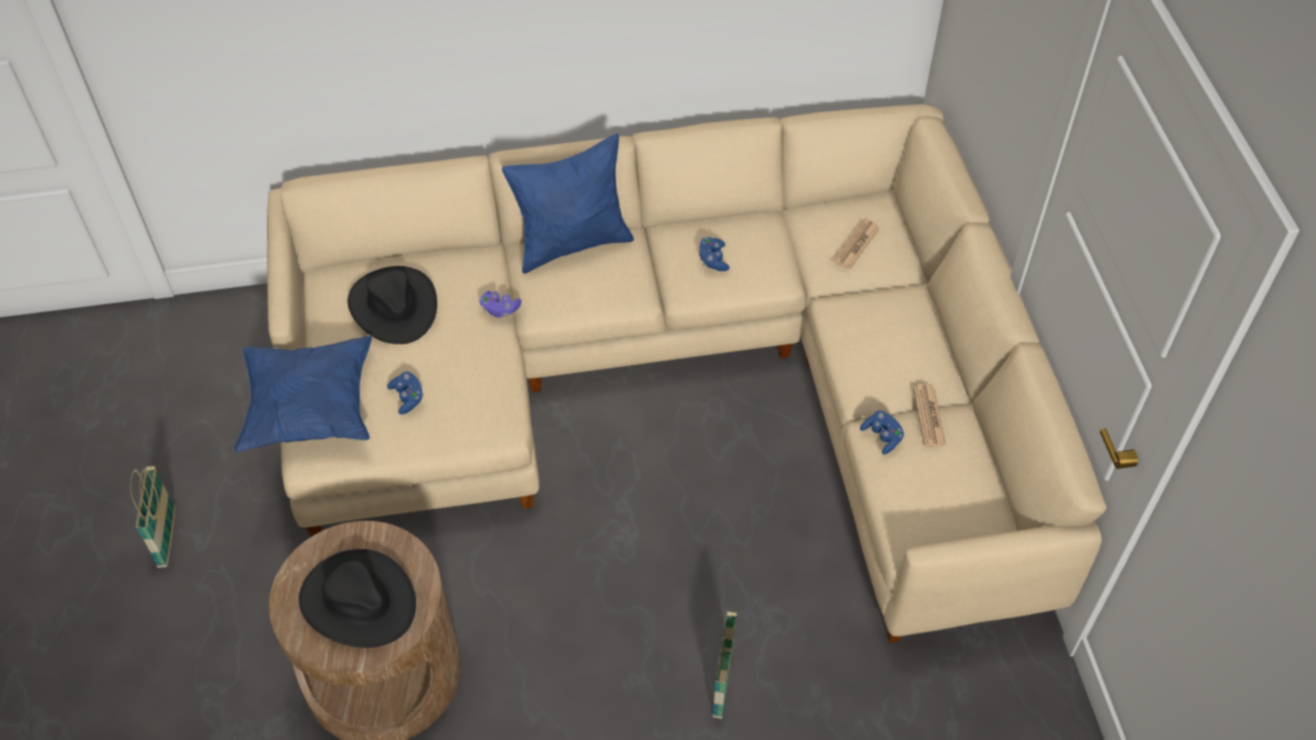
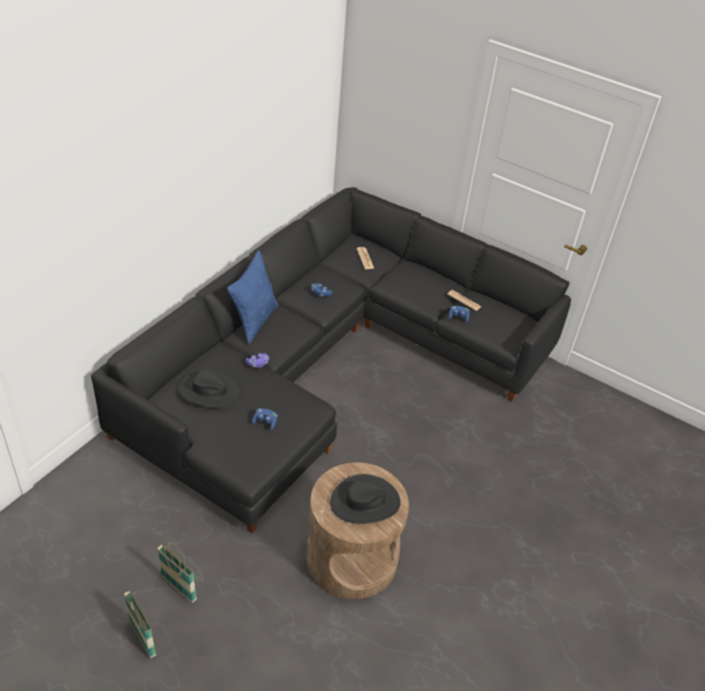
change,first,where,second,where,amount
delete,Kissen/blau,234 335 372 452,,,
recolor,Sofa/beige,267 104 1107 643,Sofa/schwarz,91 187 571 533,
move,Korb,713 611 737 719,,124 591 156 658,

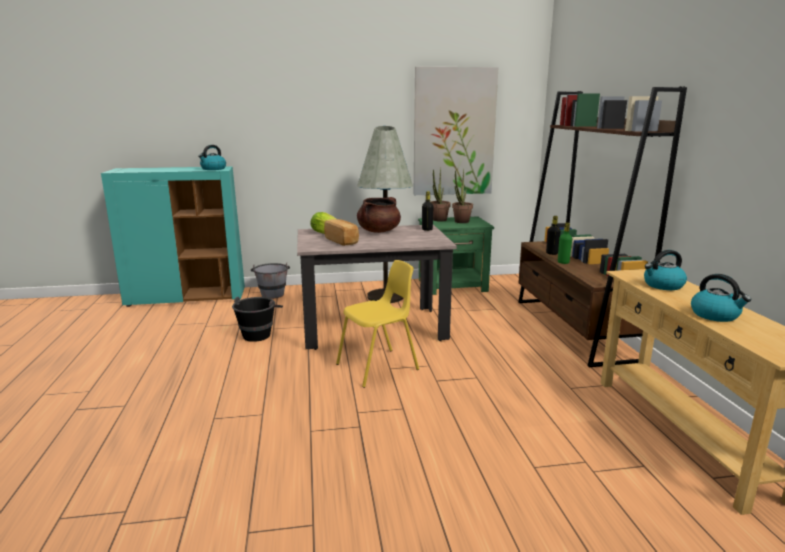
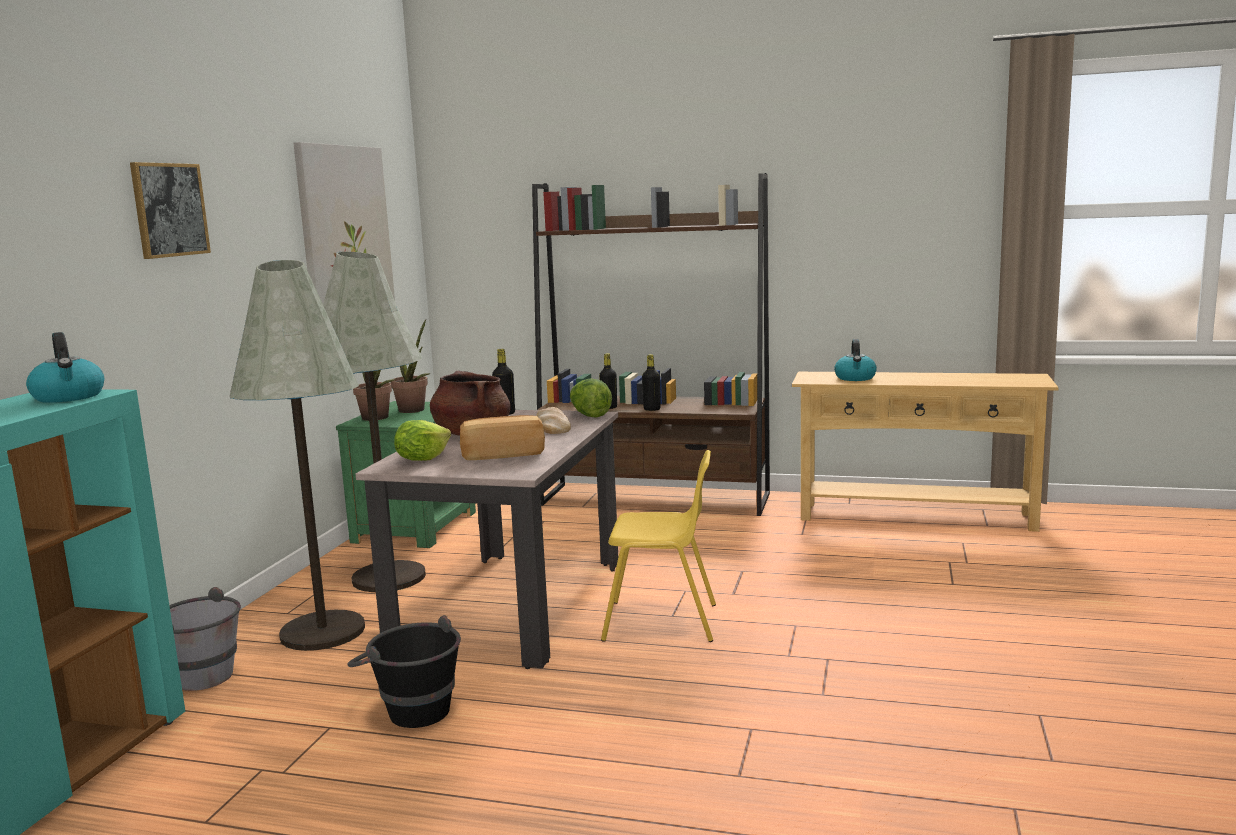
change,first,where,second,where,amount
rotate,Stuhl/gelb,336 260 419 388,,601 450 716 642,105 degrees clockwise
recolor,Flasche/grün,558 222 572 264,Flasche/schwarz,642 354 661 411,
delete,Wasserkessel,691 274 751 322,,,
insert,,,Bild,130 162 211 259,
insert,,,Stehlampe/grau,230 260 365 651,
insert,,,Brot,536 407 571 434,
insert,,,Salatkopf,570 378 612 418,

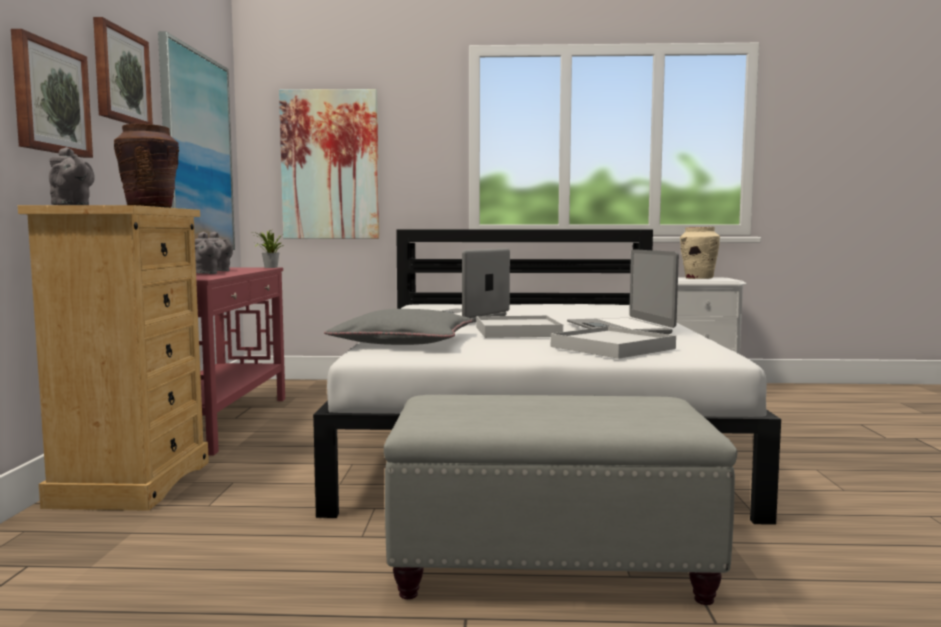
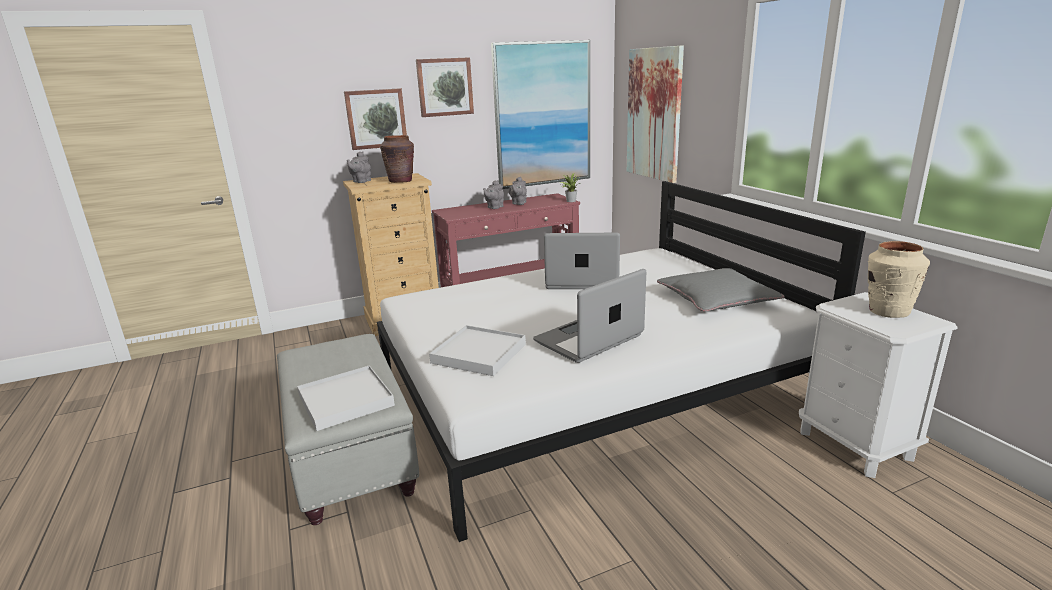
change,first,where,second,where,amount
move,Kissen/grau,324 309 473 345,,657 268 785 311,
move,Tablett/weiß,476 315 563 338,,297 365 395 431,

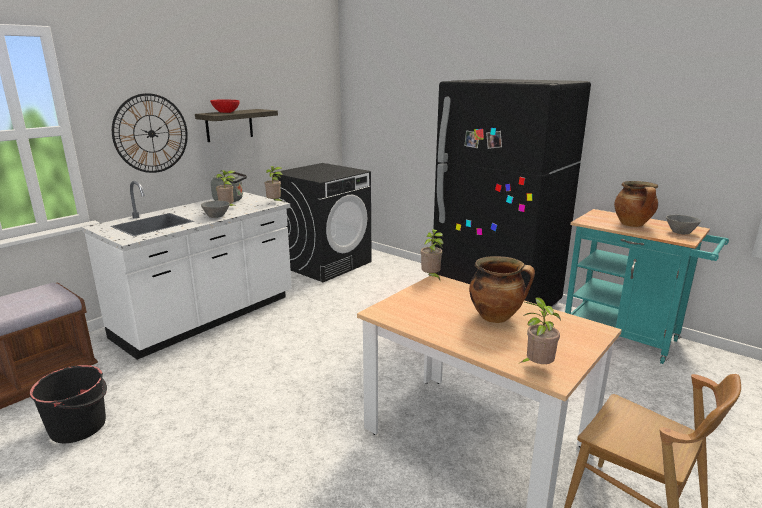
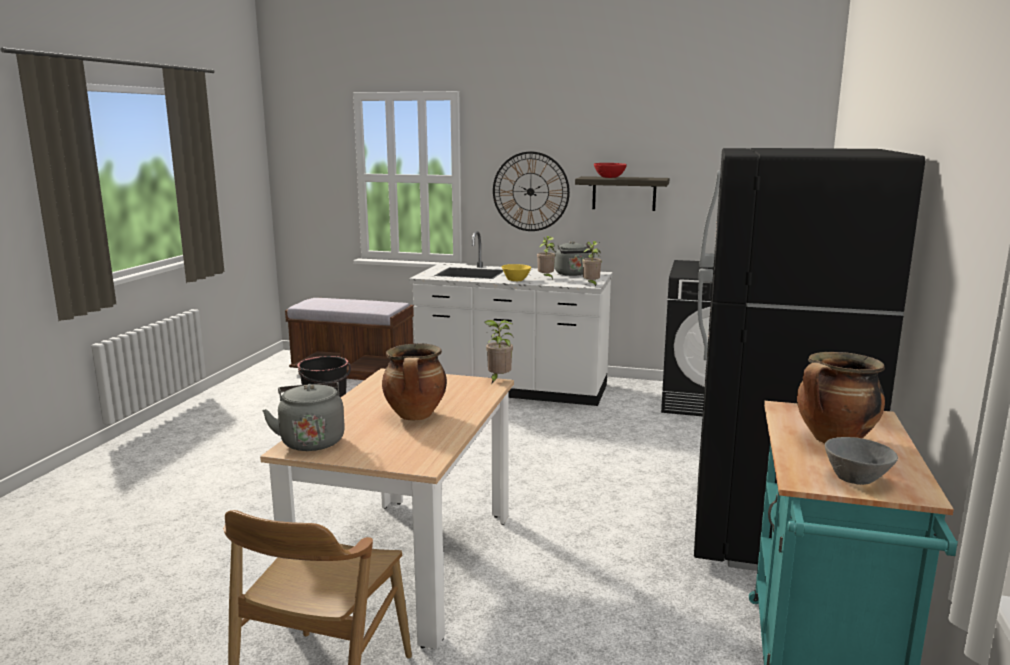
change,first,where,second,where,amount
recolor,Schüssel/grau,201 201 230 218,Schüssel/gelb,501 264 531 281,
replace,Topfpflanze,520 297 561 364,Wasserkessel/grau,262 382 345 451,

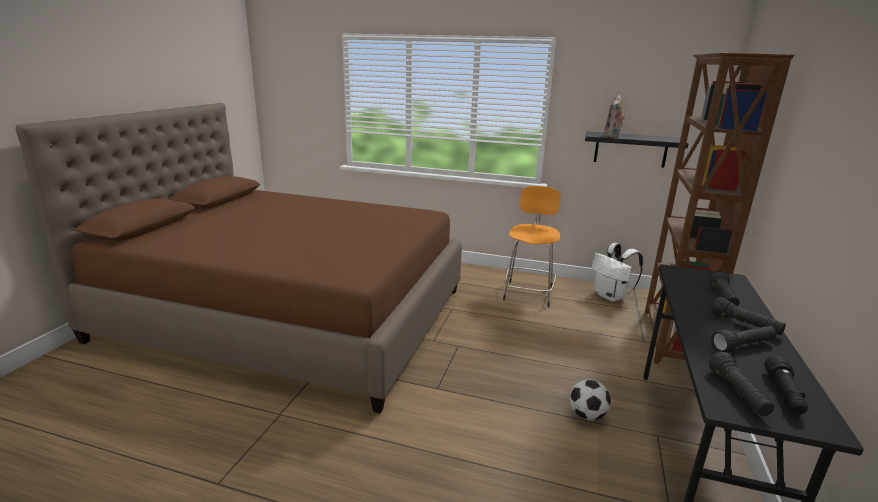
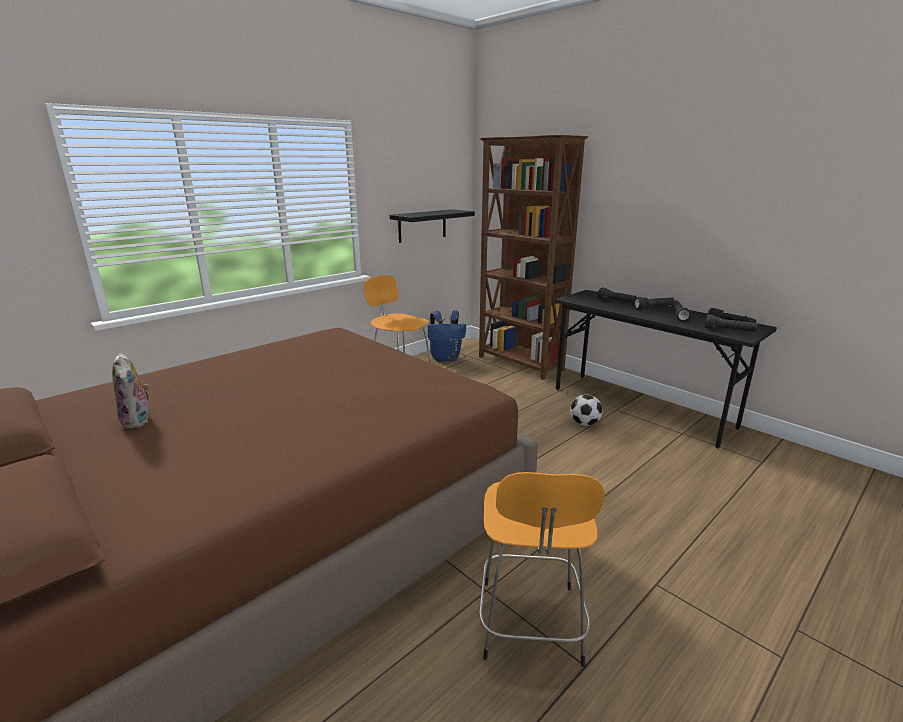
change,first,where,second,where,amount
recolor,Rucksack/weiß,592 243 643 302,Rucksack/blau,428 310 466 361,
move,Plüschtier,604 95 625 137,,112 353 150 429,
insert,,,Hocker/orange,479 472 605 667,

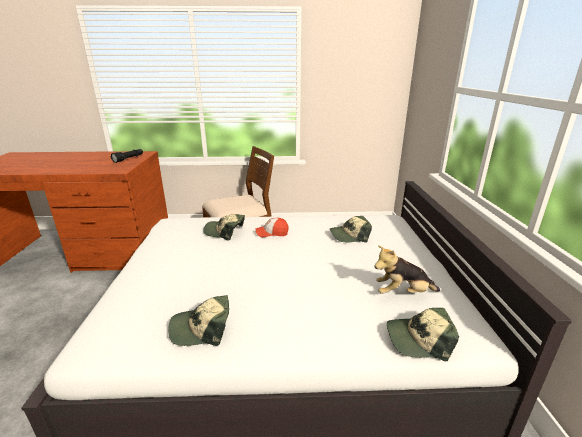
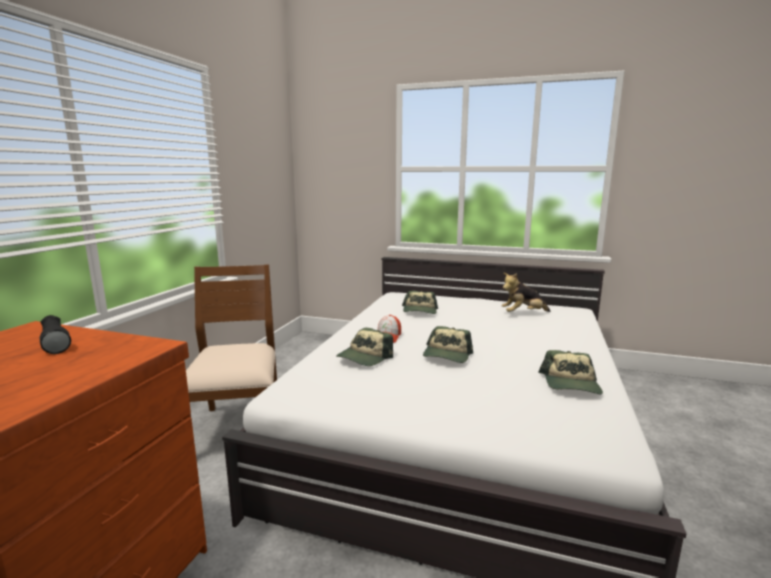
change,first,where,second,where,amount
rotate,Plüschtier,374 245 440 294,,502 273 550 312,60 degrees clockwise
move,Kappe,387 308 459 361,,423 326 473 363,

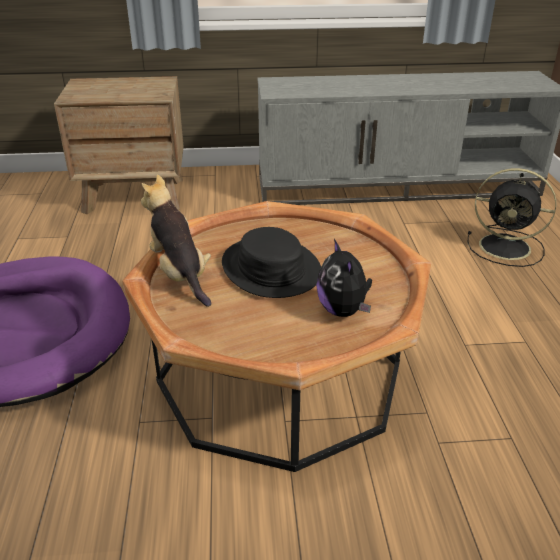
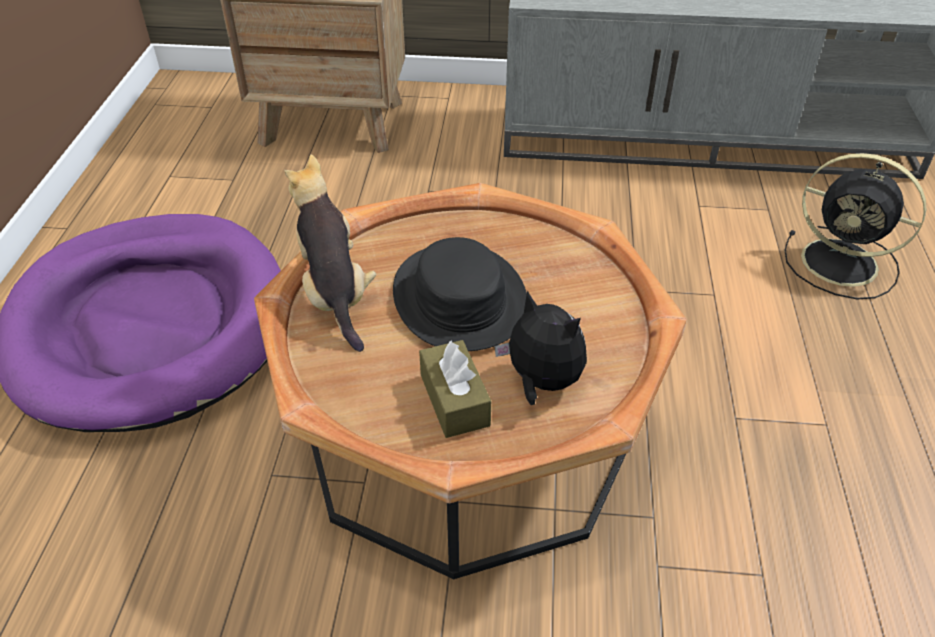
change,first,where,second,where,amount
rotate,Plüschtier,316 239 372 317,,494 290 587 405,135 degrees clockwise
insert,,,Taschentuchbox/braun,419 340 491 438,

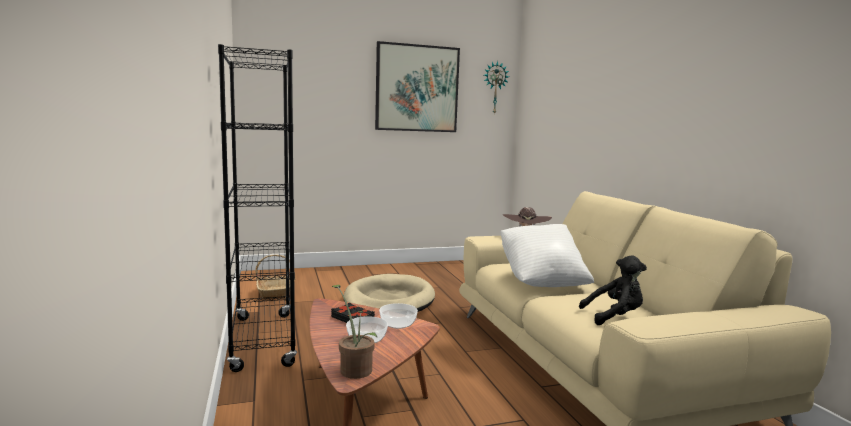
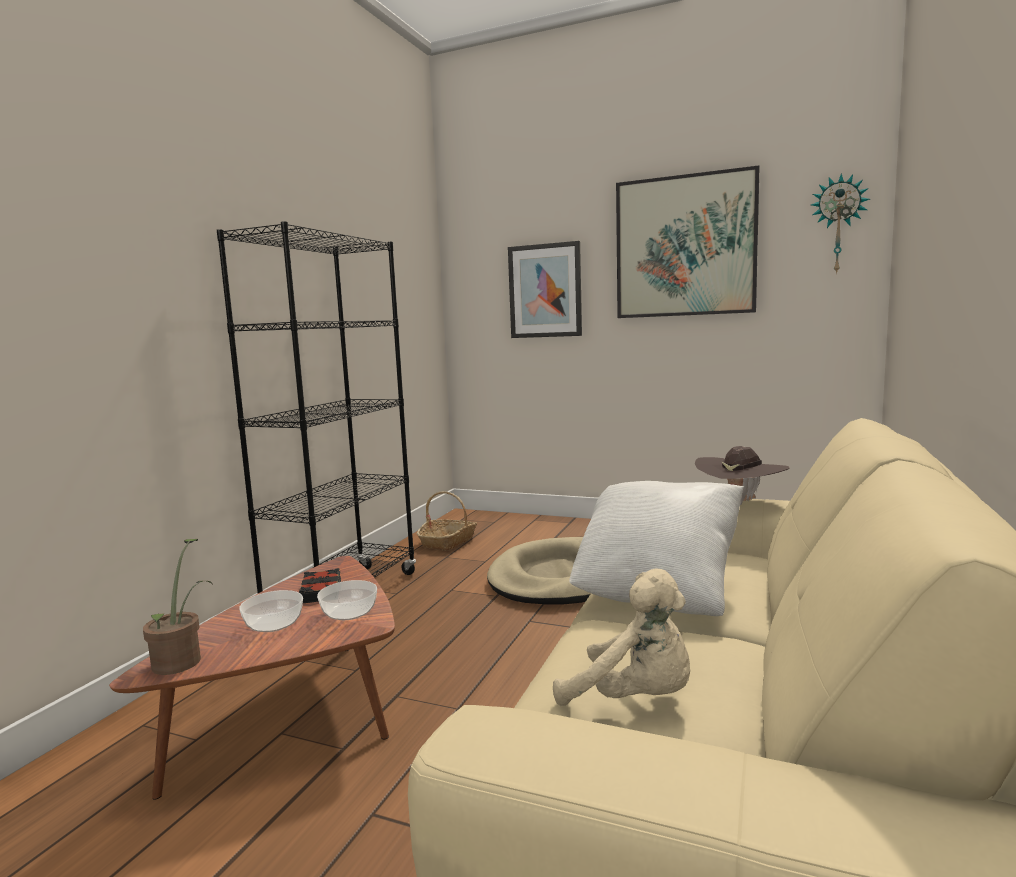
change,first,where,second,where,amount
recolor,Plüschtier/schwarz,579 255 647 325,Plüschtier/beige,553 568 690 706,
insert,,,Bild,508 241 582 338,

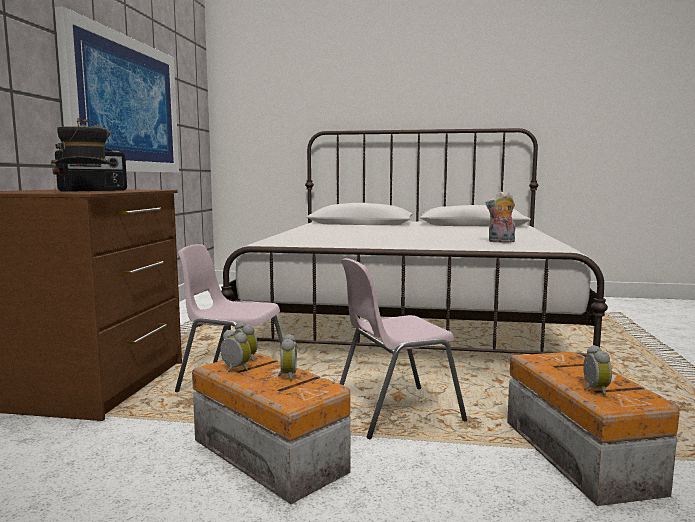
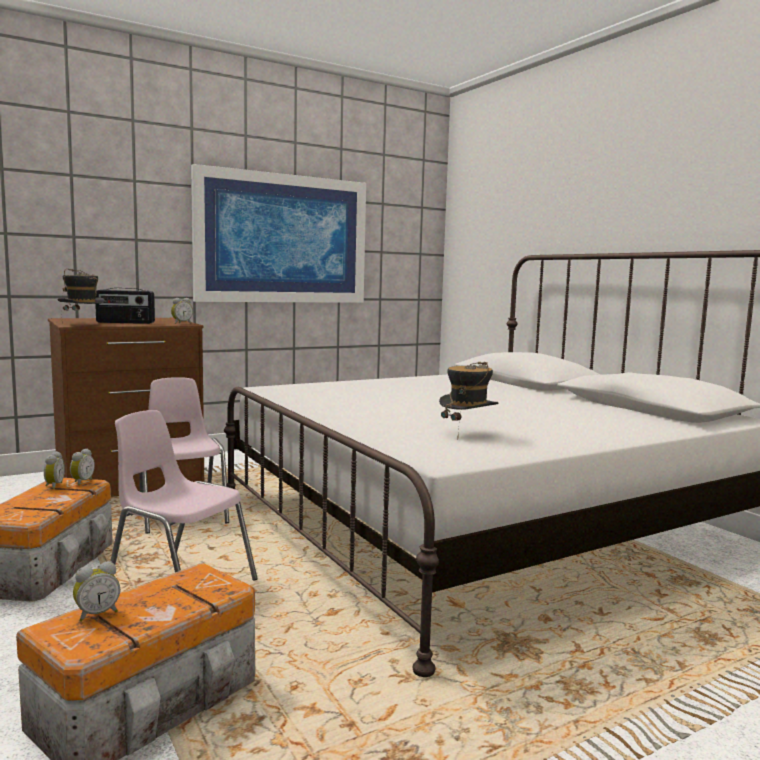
change,first,where,second,where,amount
move,Wecker,278 334 297 381,,171 298 193 324,
replace,Plüschtier,486 191 515 243,Hut,439 362 498 436,

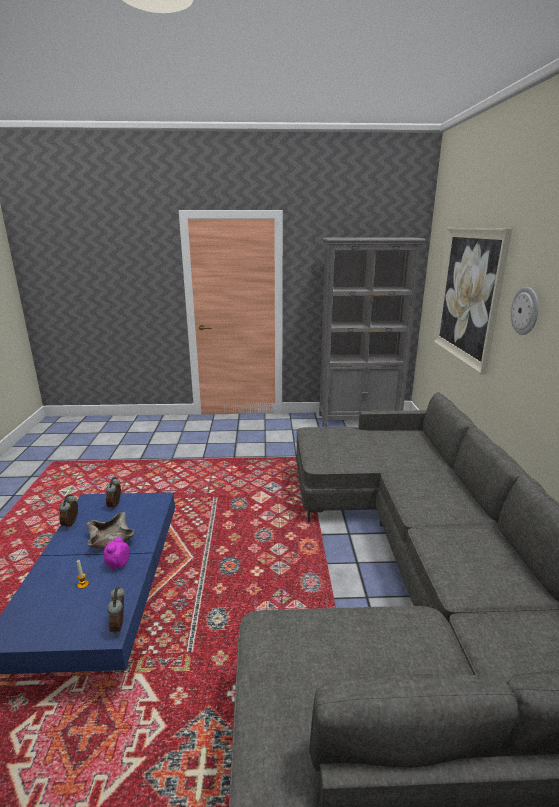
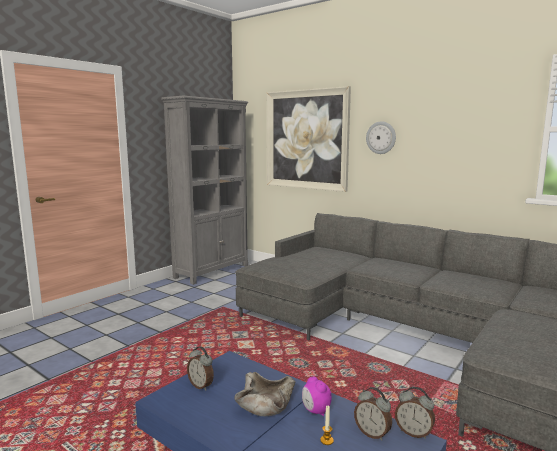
change,first,where,second,where,amount
move,Wecker,59 494 78 529,,354 387 392 441,

